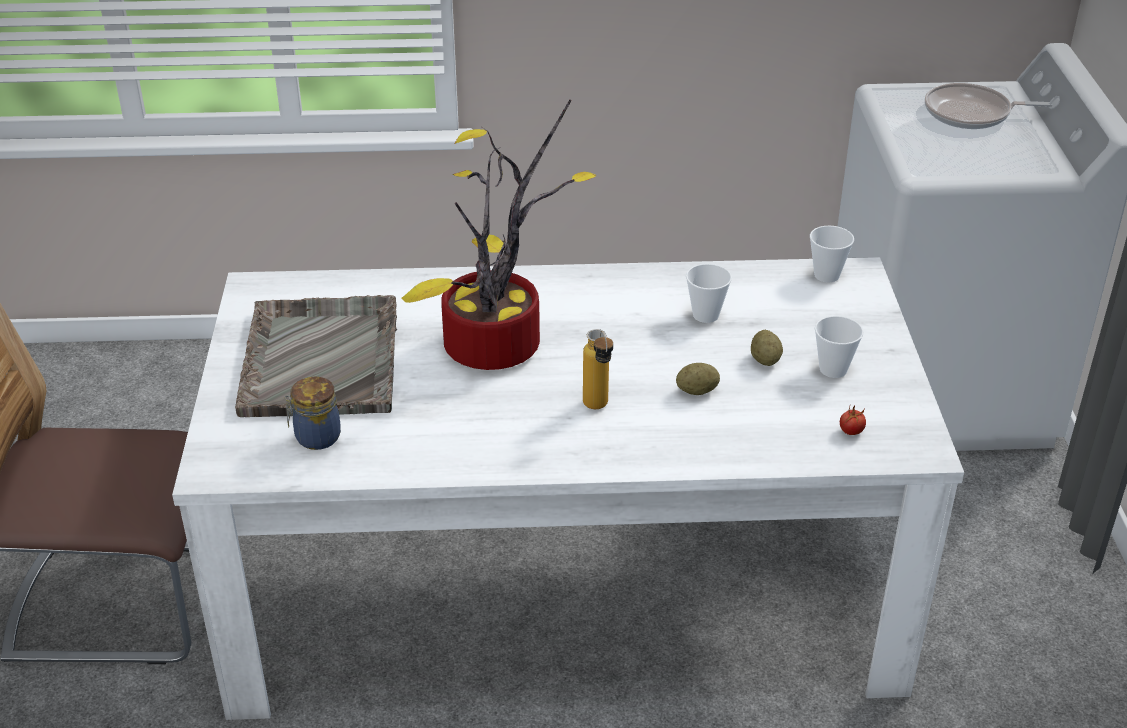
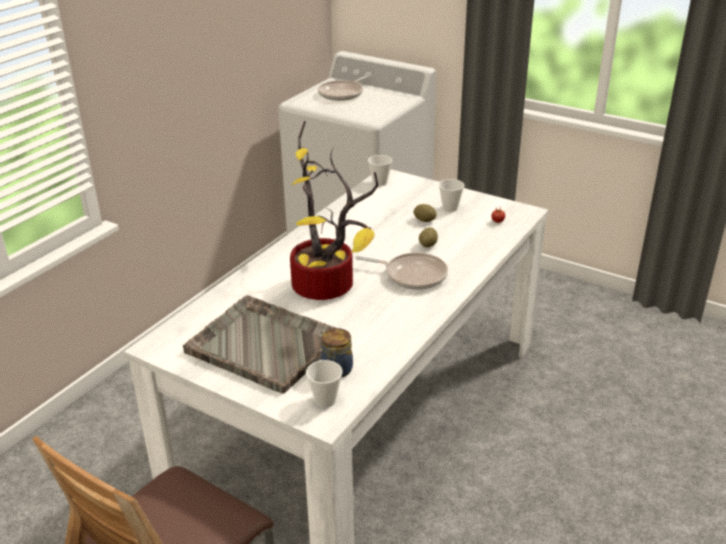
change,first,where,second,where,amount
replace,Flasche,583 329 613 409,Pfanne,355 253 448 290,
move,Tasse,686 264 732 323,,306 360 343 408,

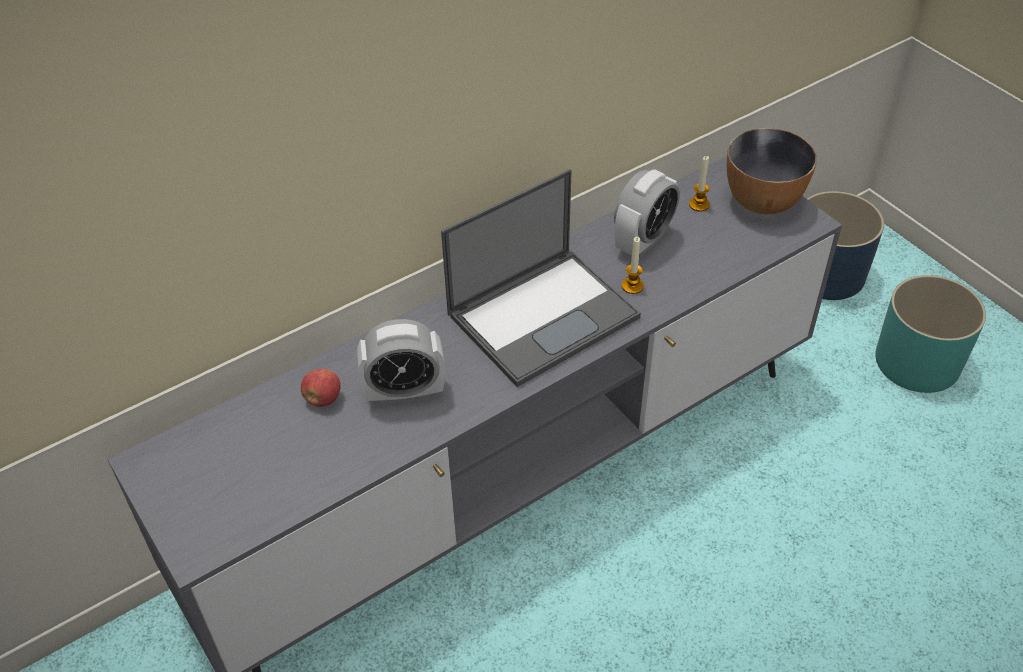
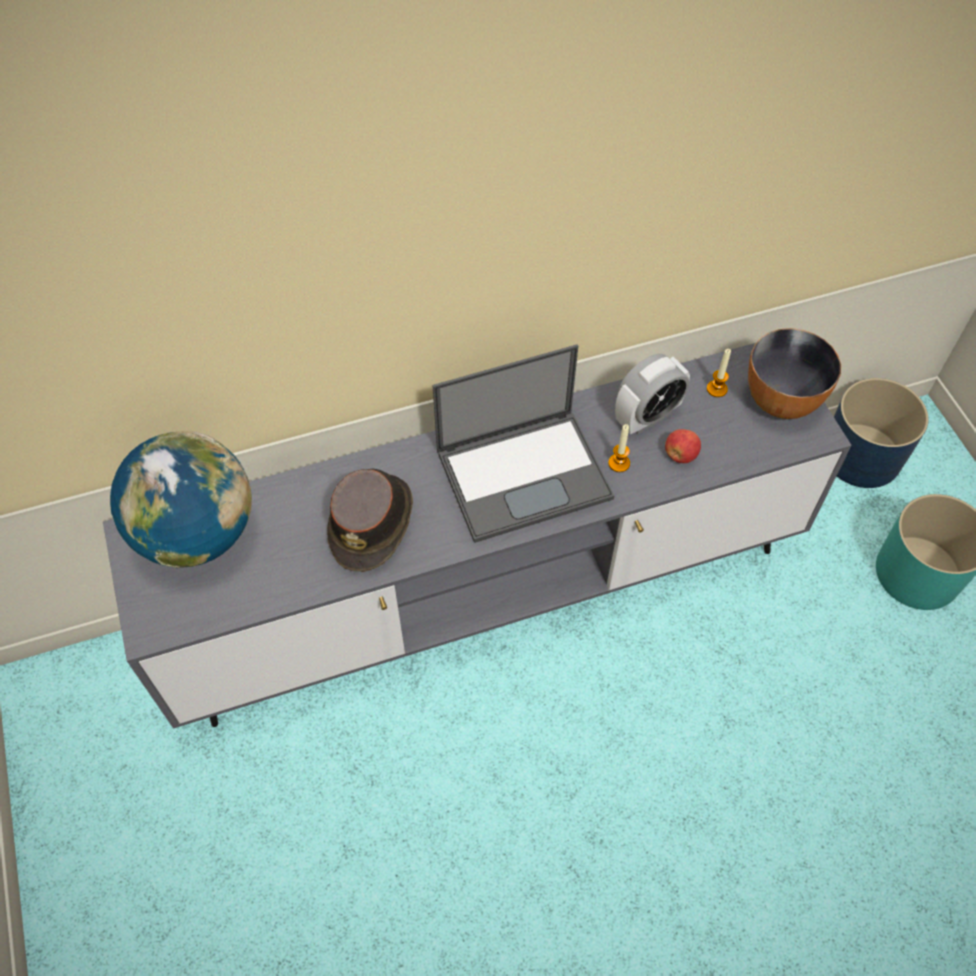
change,first,where,second,where,amount
move,Apfel,301 369 341 407,,665 429 701 463,
replace,Wecker,357 319 445 405,Hut/braun,327 469 413 572,
insert,,,Globus,110 431 252 569,

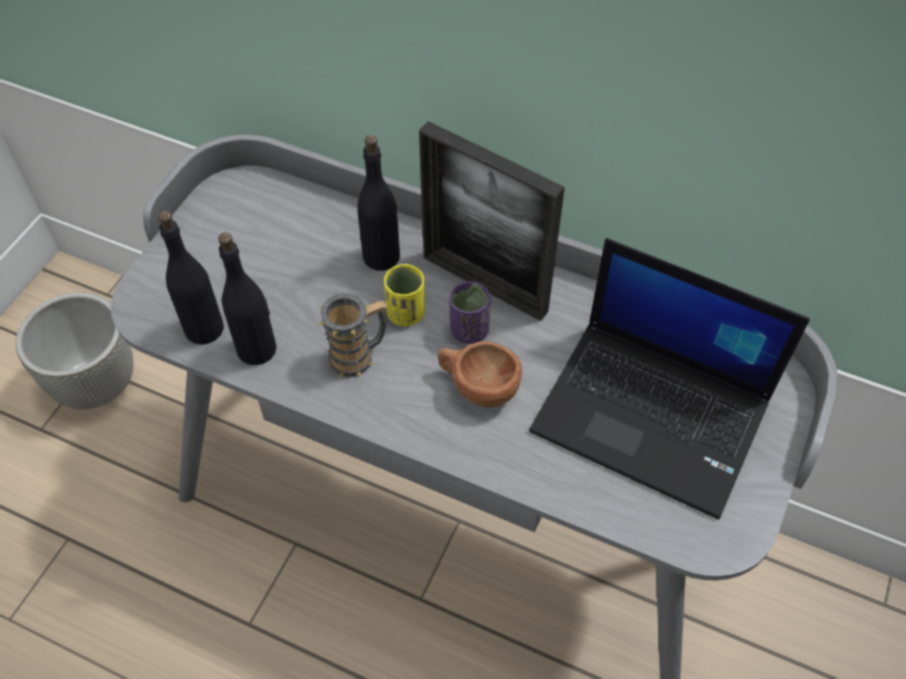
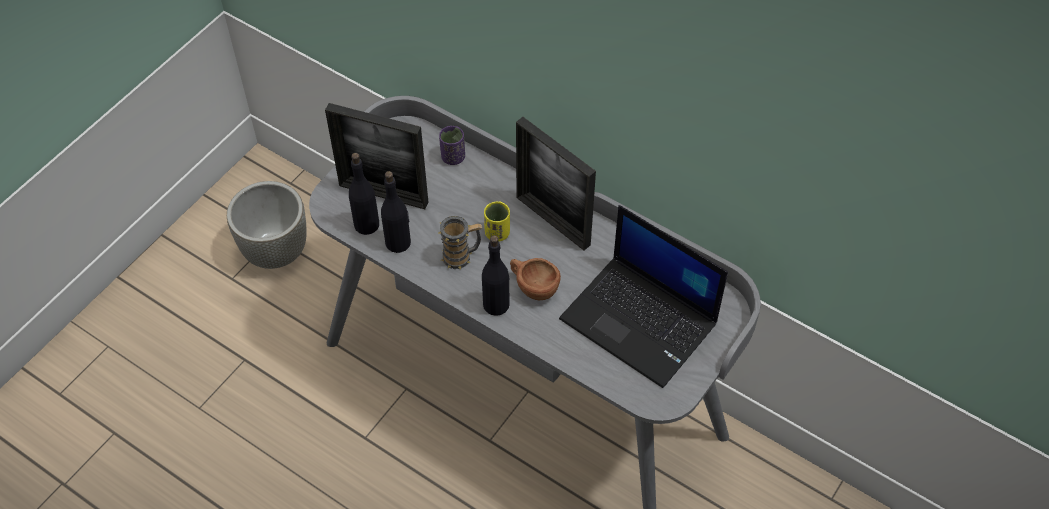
change,first,where,second,where,amount
move,Flasche/schwarz,357 135 400 271,,482 235 510 316,
move,Tasse/lila,450 281 490 344,,439 126 465 165,
insert,,,Bilderrahmen,325 103 429 209,

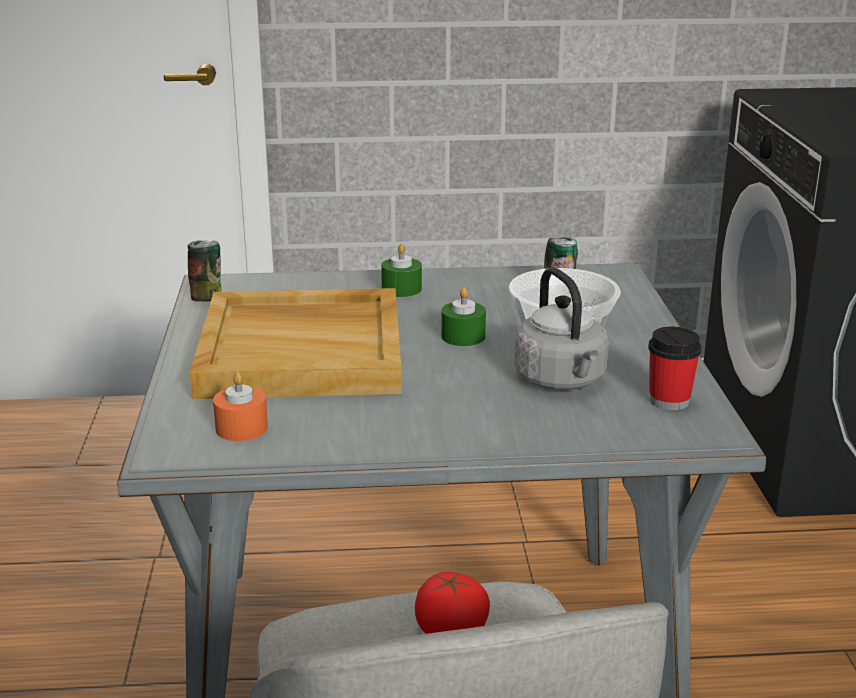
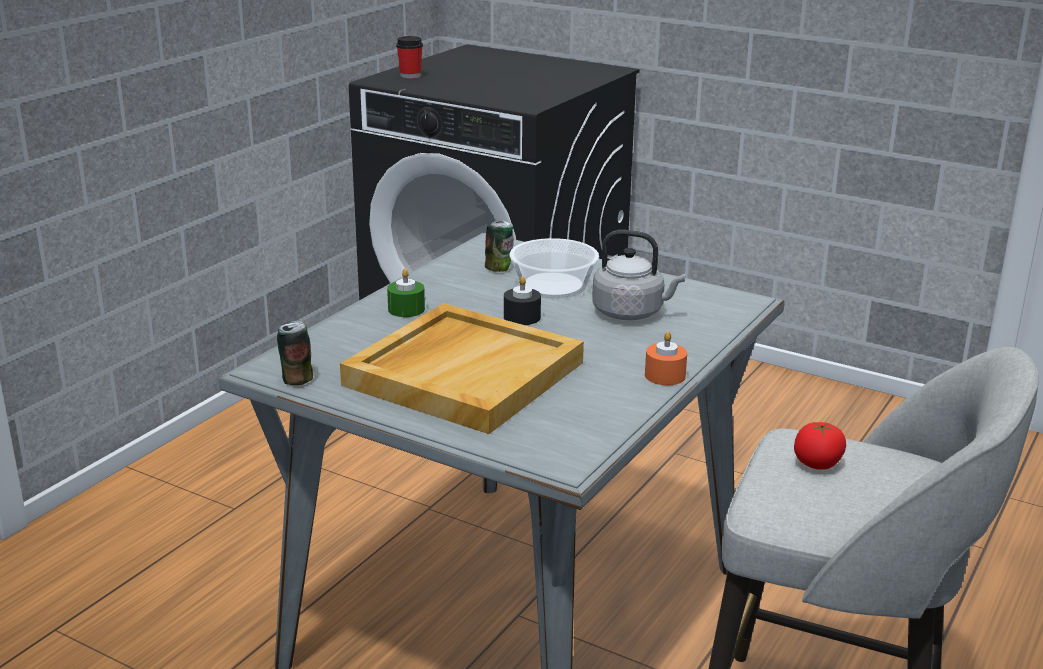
change,first,where,second,where,amount
move,Kerze/orange,213 372 268 441,,645 331 687 385,
recolor,Kerze/grün,441 287 486 346,Kerze/schwarz,504 276 541 325,
move,Tasse,648 327 701 410,,396 36 423 79,

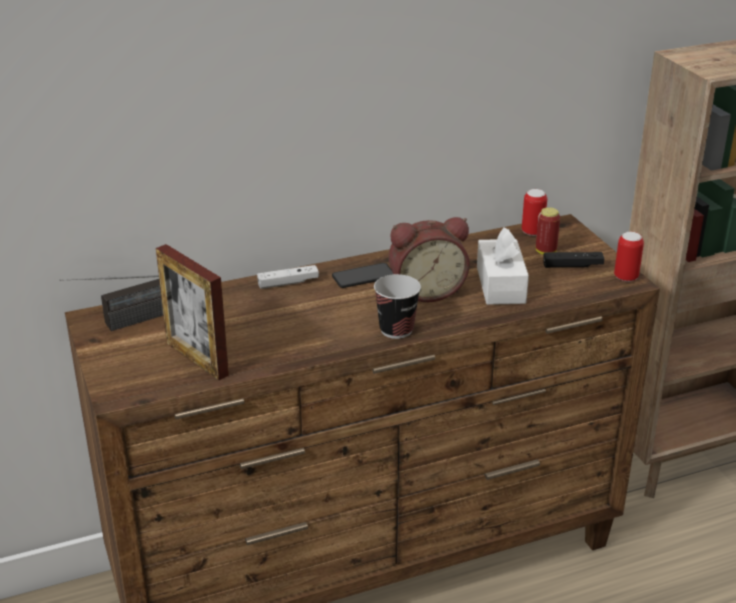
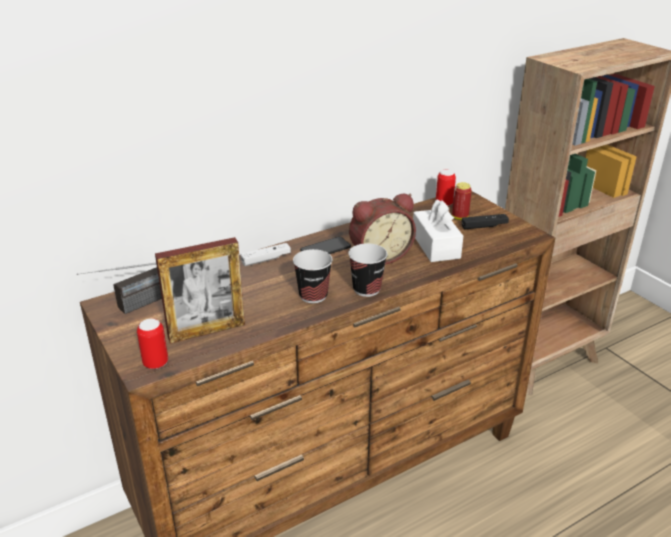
change,first,where,second,where,amount
rotate,Bilderrahmen,156 244 229 380,,155 237 245 344,60 degrees counterclockwise
move,Dose,614 232 644 282,,137 318 168 369,
insert,,,Tasse,293 249 333 303,

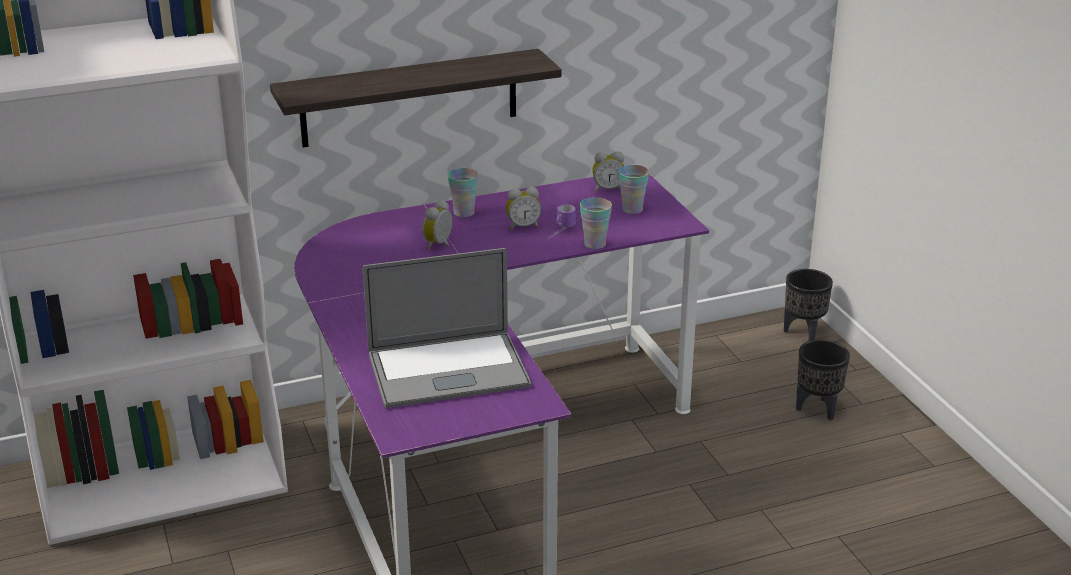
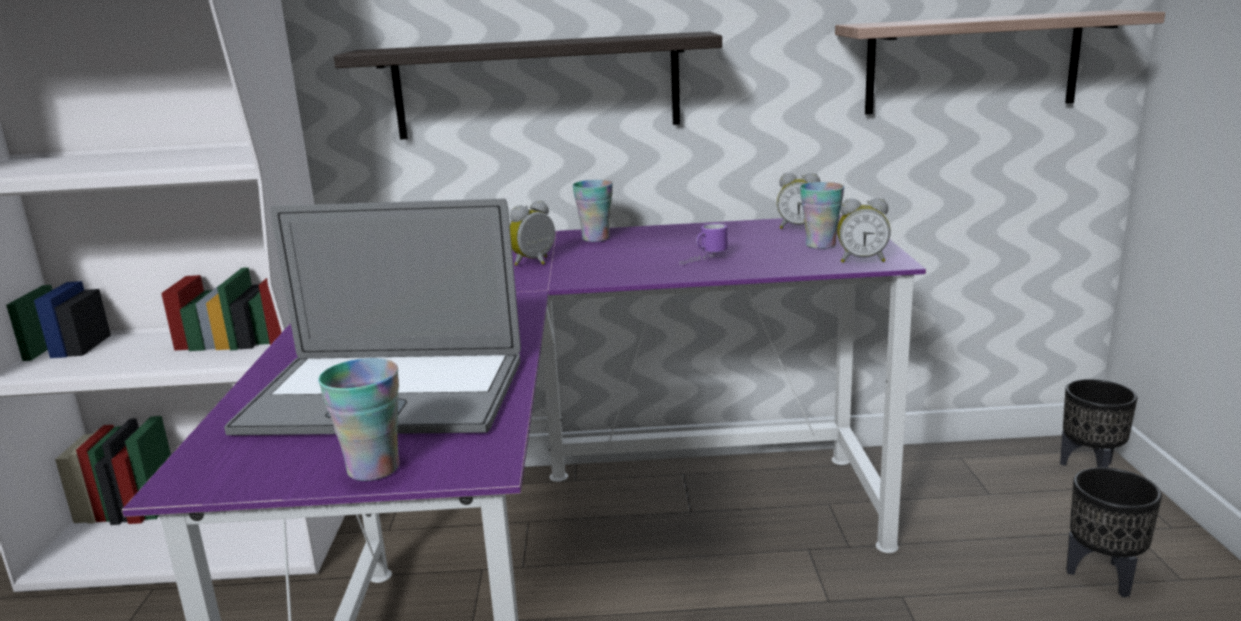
change,first,where,second,where,amount
move,Wecker,506 187 541 230,,837 198 891 263,
move,Tasse,580 197 612 249,,318 358 399 481,
insert,,,Wandregal,835 10 1165 114,

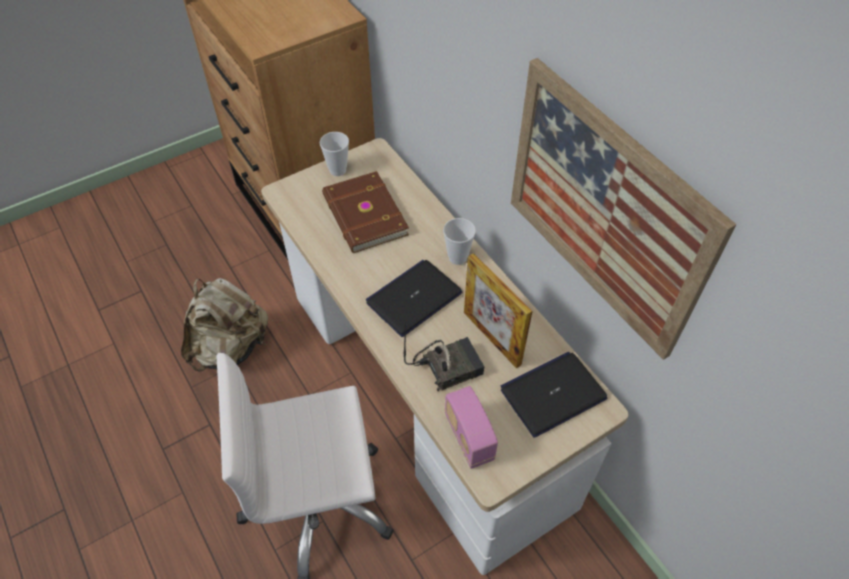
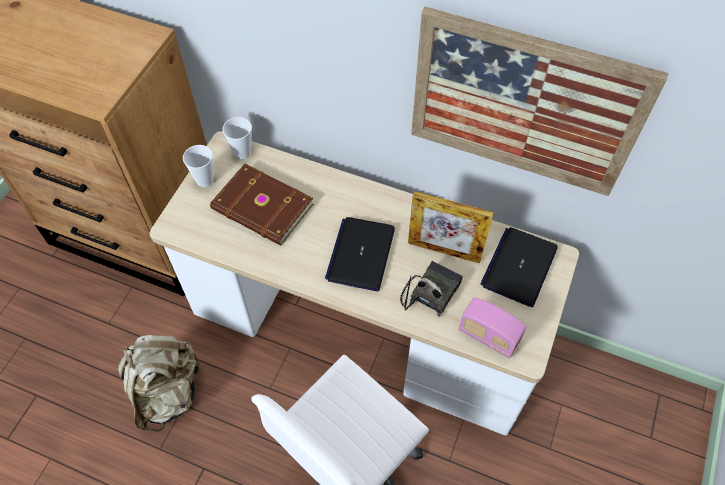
change,first,where,second,where,amount
move,Tasse,443 218 476 265,,222 117 252 159,

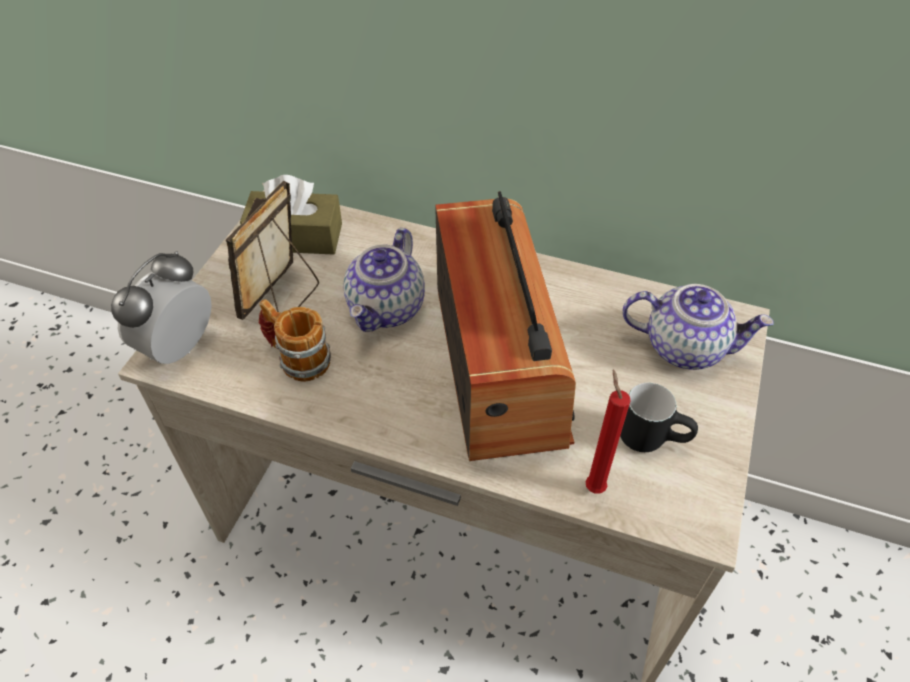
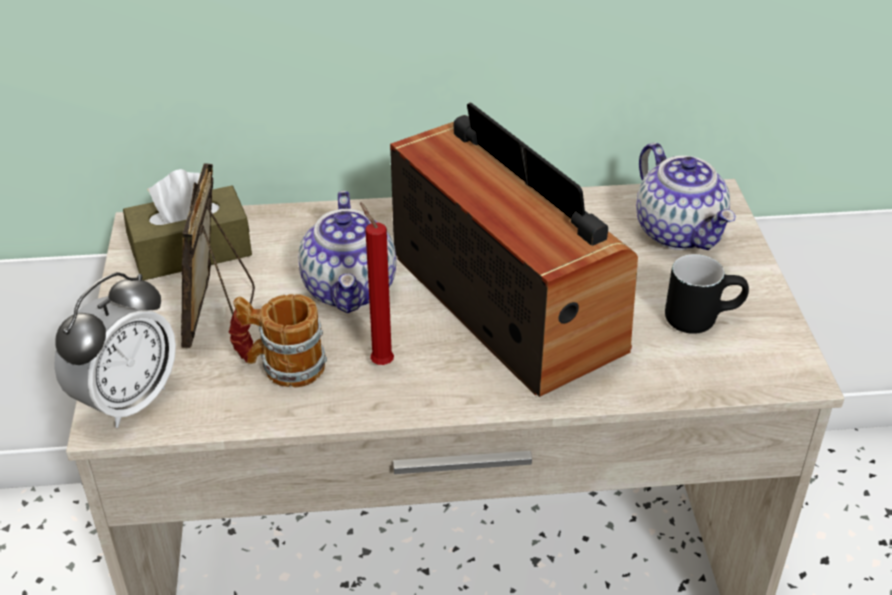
change,first,where,second,where,amount
rotate,Wecker,111 251 212 364,,54 272 176 428,150 degrees counterclockwise
move,Kerze/rot,586 370 631 494,,360 202 394 365,
rotate,Teekanne,623 284 774 370,,636 143 736 250,75 degrees clockwise

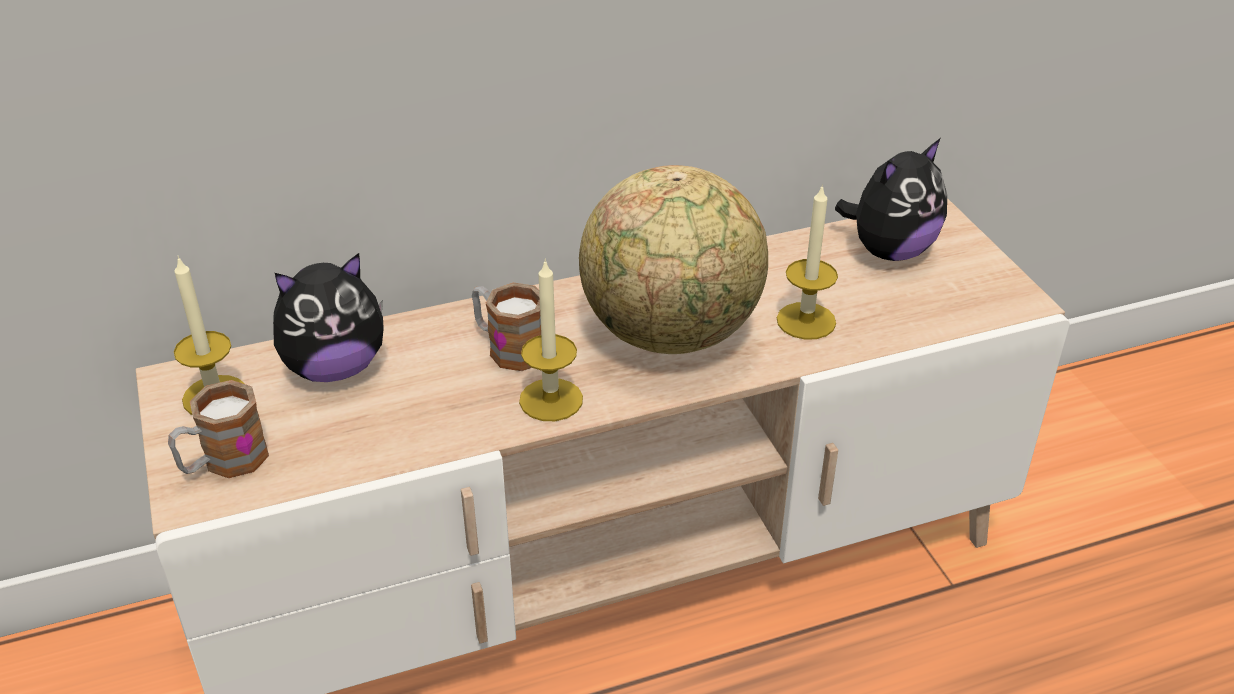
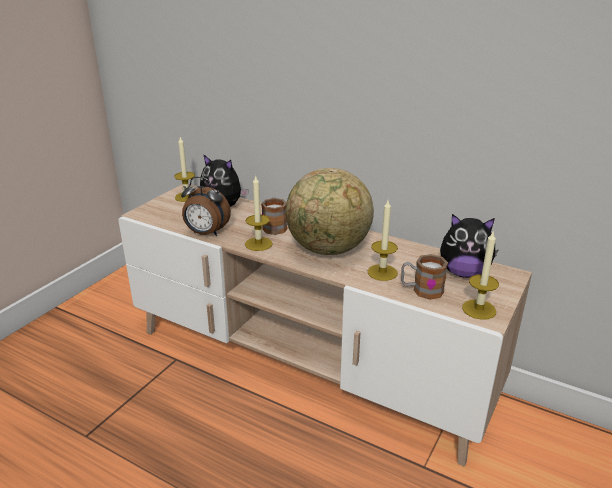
change,first,where,second,where,amount
move,Henkelbecher,168 380 269 478,,401 254 448 300,
insert,,,Wecker,181 177 231 236,
insert,,,Kerze,462 232 499 320,

